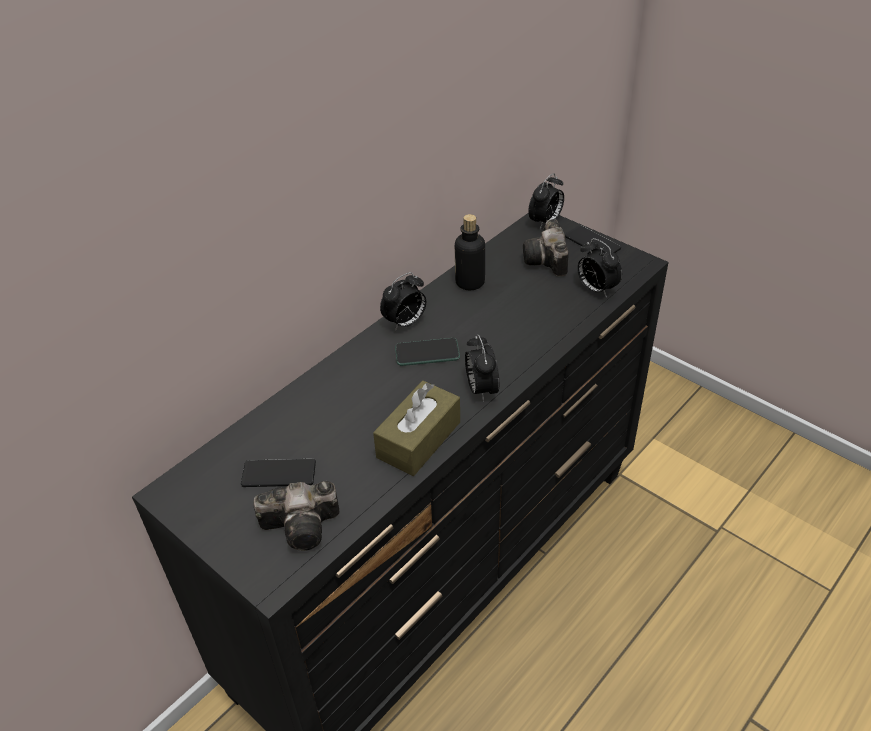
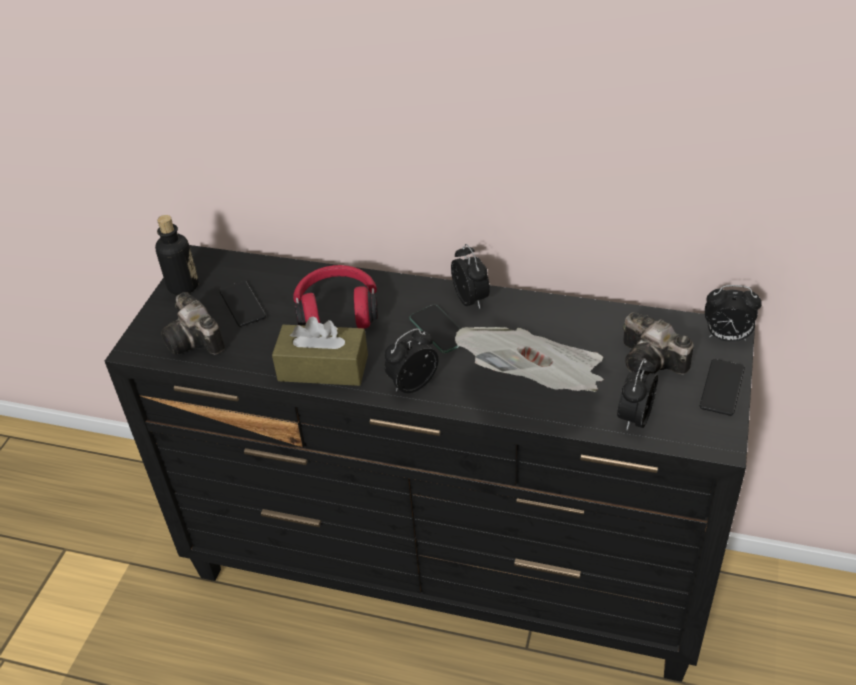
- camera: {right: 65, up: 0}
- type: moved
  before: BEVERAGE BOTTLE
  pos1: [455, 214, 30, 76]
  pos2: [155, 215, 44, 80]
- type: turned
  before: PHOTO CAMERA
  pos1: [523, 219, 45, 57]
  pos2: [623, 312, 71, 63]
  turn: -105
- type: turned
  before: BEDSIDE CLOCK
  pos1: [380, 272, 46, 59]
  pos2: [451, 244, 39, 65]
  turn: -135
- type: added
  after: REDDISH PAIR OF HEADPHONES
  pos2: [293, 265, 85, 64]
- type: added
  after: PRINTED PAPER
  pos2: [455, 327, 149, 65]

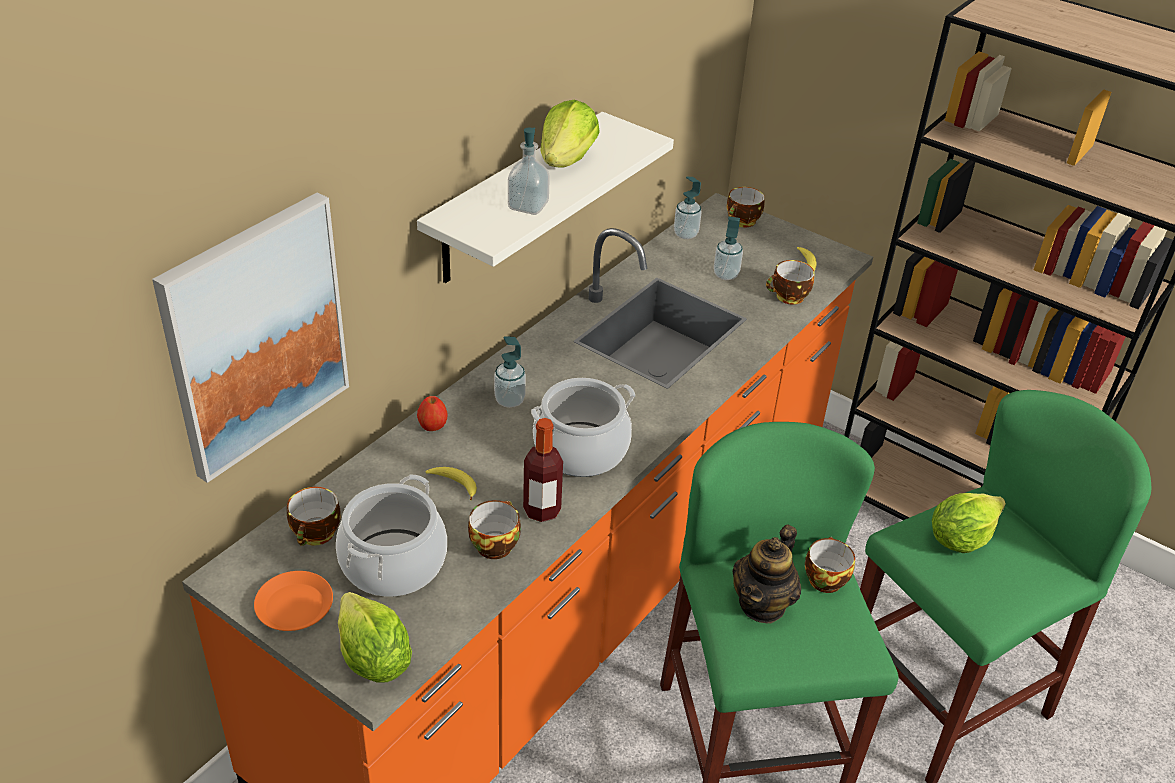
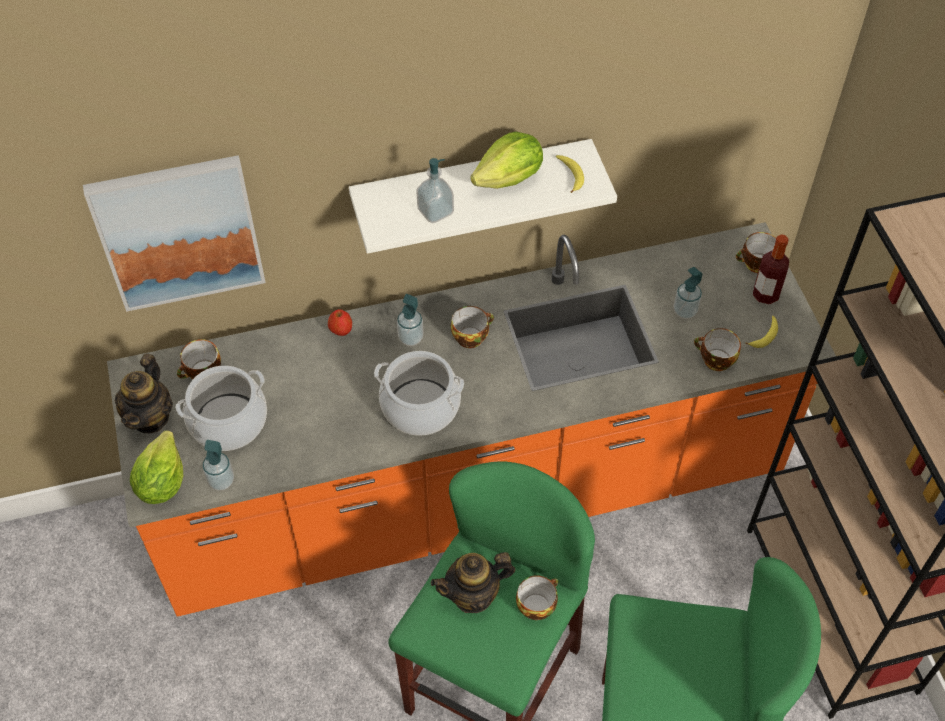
- camera: {right: 40, up: 15}
- type: moved
  before: SOAP BOTTLE
  pos1: [674, 177, 28, 62]
  pos2: [202, 440, 32, 51]
- type: moved
  before: BEVERAGE BOTTLE
  pos1: [523, 418, 40, 104]
  pos2: [753, 234, 36, 70]
- type: moved
  before: BANANA FRUIT
  pos1: [426, 467, 51, 33]
  pos2: [556, 155, 28, 38]
- type: removed
  before: LETTUCE
  pos1: [932, 493, 74, 60]
- type: moved
  before: CUP
  pos1: [468, 500, 53, 59]
  pos2: [451, 306, 43, 42]
- type: replaced
  before: ORANGE PLATE
  after: POT FOR TEA
  pos1: [254, 571, 79, 60]
  pos2: [115, 354, 58, 79]

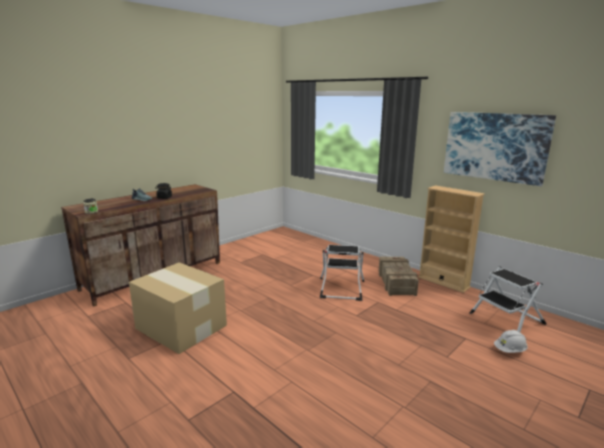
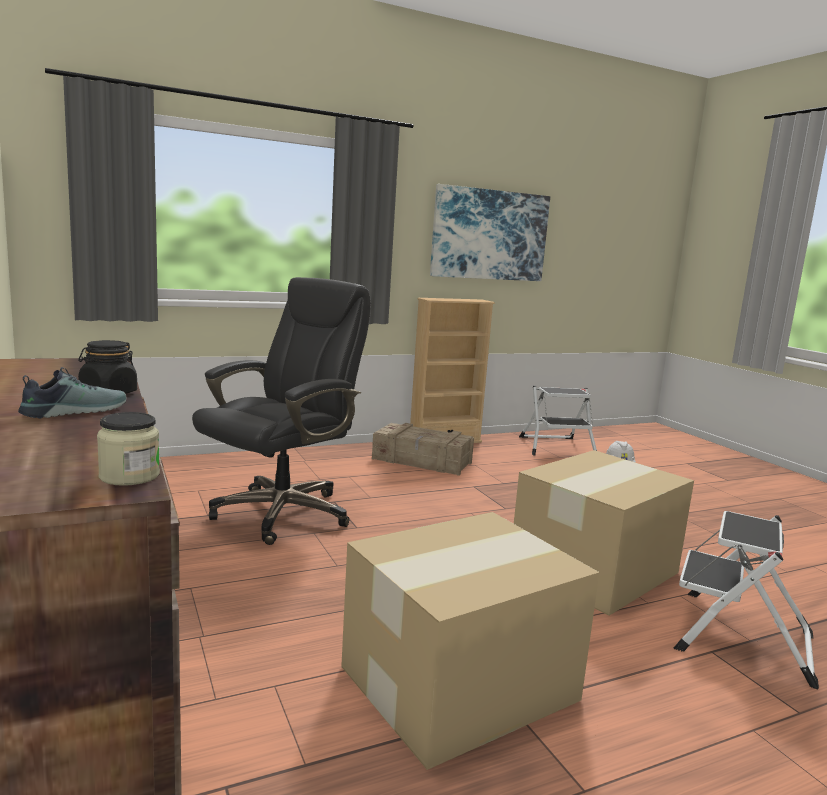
- camera: {right: -70, up: -5}
- type: moved
  before: STEP STOOL
  pos1: [320, 245, 44, 56]
  pos2: [674, 511, 145, 178]
- type: added
  after: BLACK-COLOURED OFFICE CHAIR
  pos2: [192, 277, 179, 268]
- type: added
  after: CARTON
  pos2: [514, 450, 180, 166]

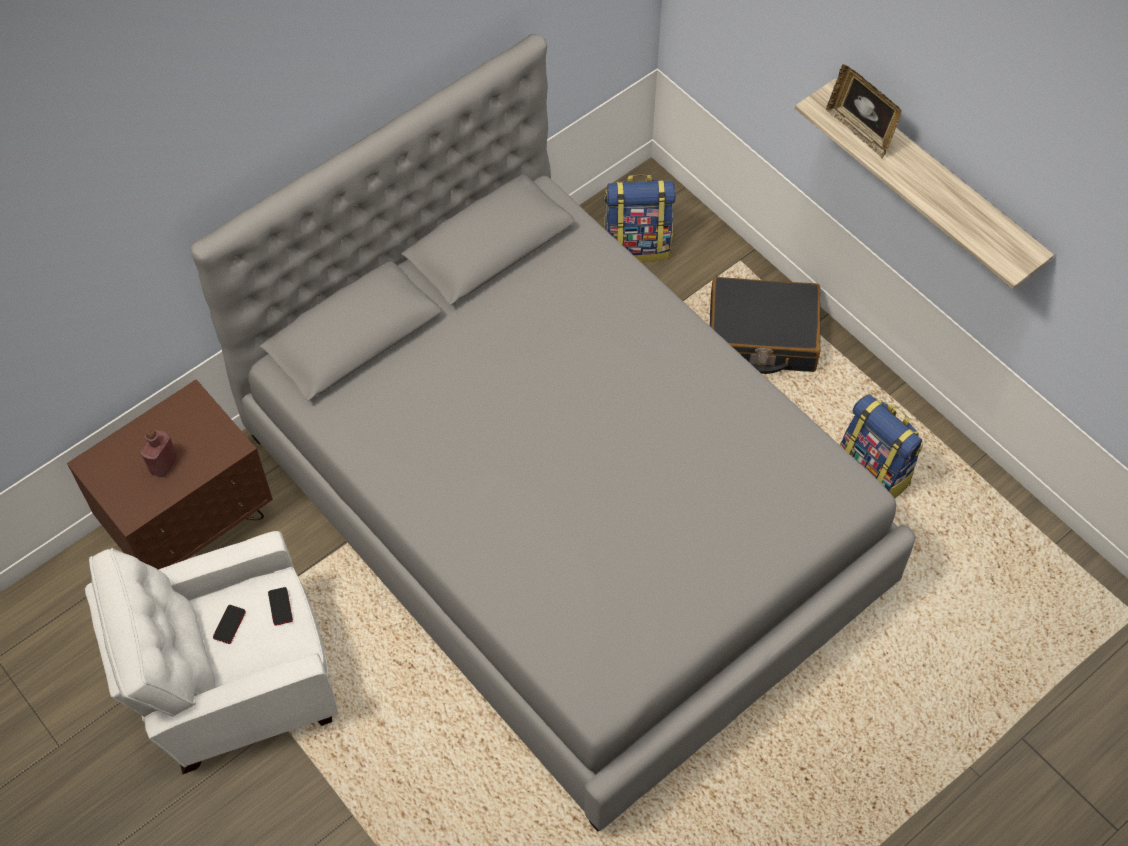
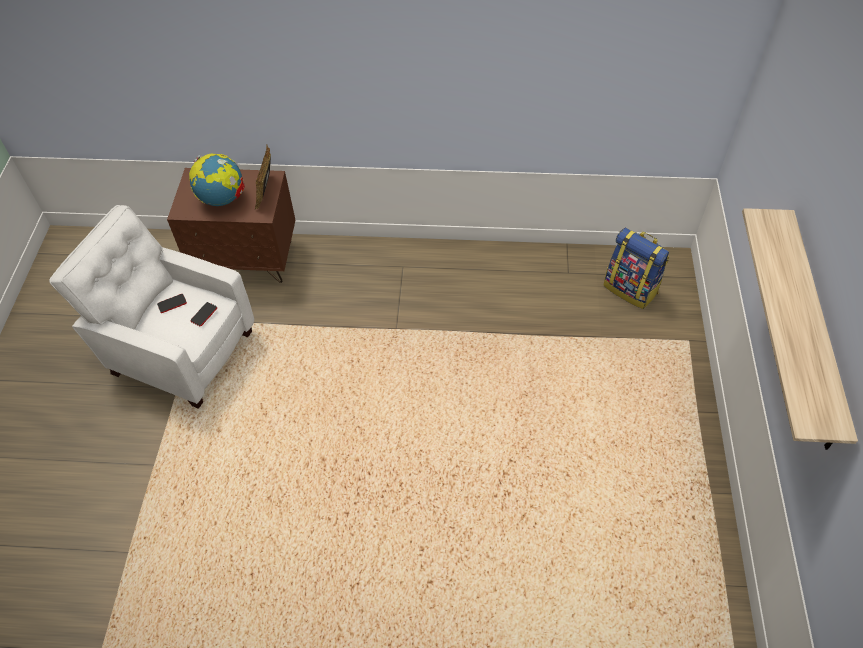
- camera: {right: 45, up: -5}
- type: removed
  before: GREY SLEEPING BED
  pos1: [190, 34, 726, 798]
- type: moved
  before: PHOTO FRAME
  pos1: [826, 64, 75, 94]
  pos2: [254, 144, 17, 66]
- type: removed
  before: BLACK-COLOURED SUITCASE
  pos1: [710, 277, 110, 97]
- type: removed
  before: BACKPACK
  pos1: [840, 394, 83, 104]
- type: replaced
  before: REDDISH BEVERAGE BOTTLE
  after: DESK GLOBE
  pos1: [140, 429, 38, 48]
  pos2: [189, 154, 56, 52]

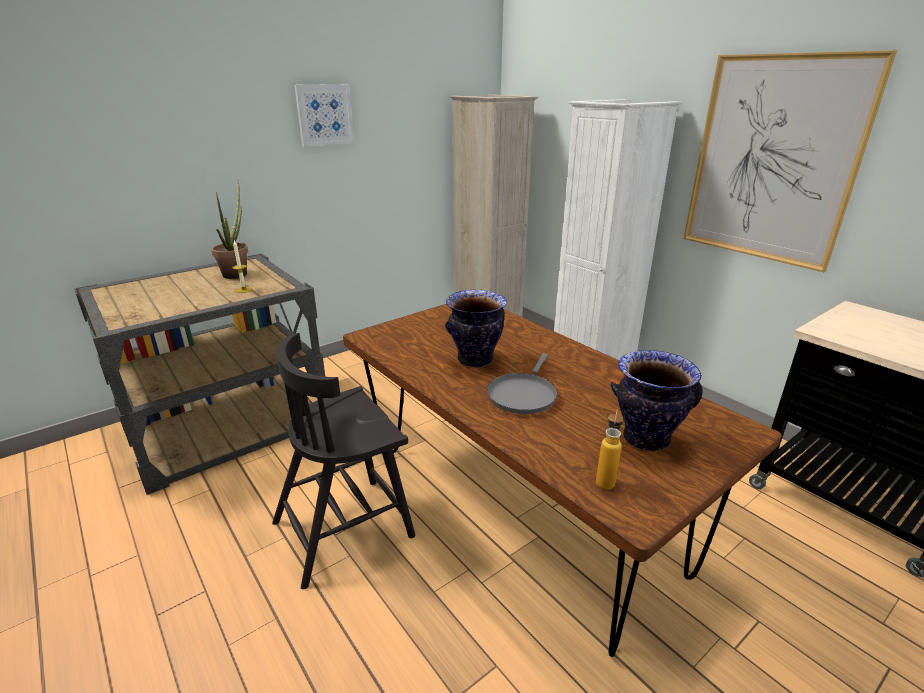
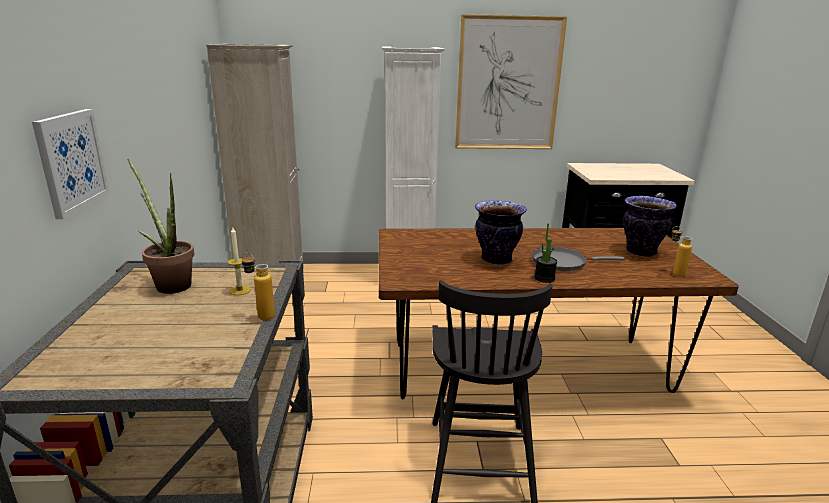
- camera: {right: -55, up: -5}
- type: moved
  before: WALL ART
  pos1: [294, 84, 60, 63]
  pos2: [32, 109, 77, 110]
- type: turned
  before: GREY PAN
  pos1: [487, 354, 71, 60]
  pos2: [532, 247, 93, 24]
  turn: 120
- type: added
  after: PLANT IN A POT
  pos2: [534, 223, 23, 60]
- type: added
  after: BEVERAGE BOTTLE
  pos2: [242, 252, 33, 68]

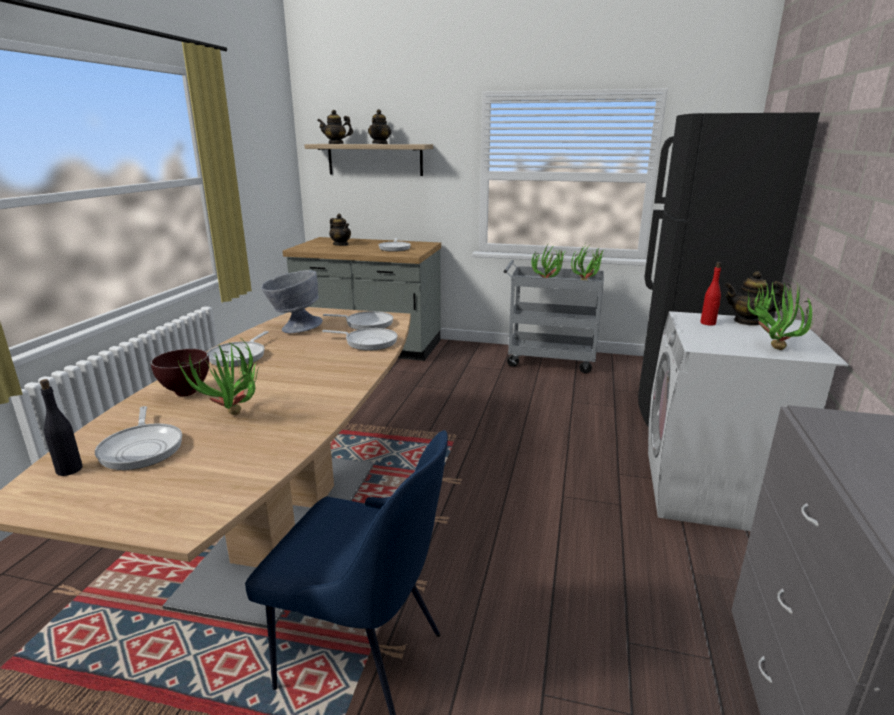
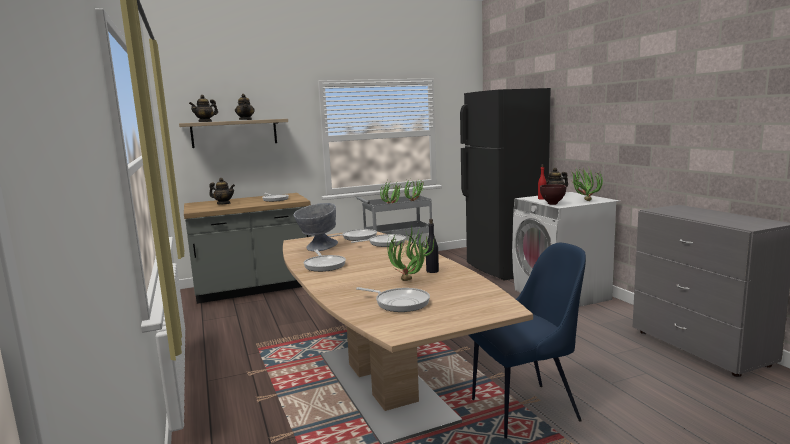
- camera: {right: -35, up: -10}
- type: moved
  before: BROWN BOWL
  pos1: [150, 349, 59, 47]
  pos2: [540, 184, 26, 21]
- type: moved
  before: BLACK-COLOURED BEVERAGE BOTTLE
  pos1: [40, 379, 43, 97]
  pos2: [425, 219, 14, 54]

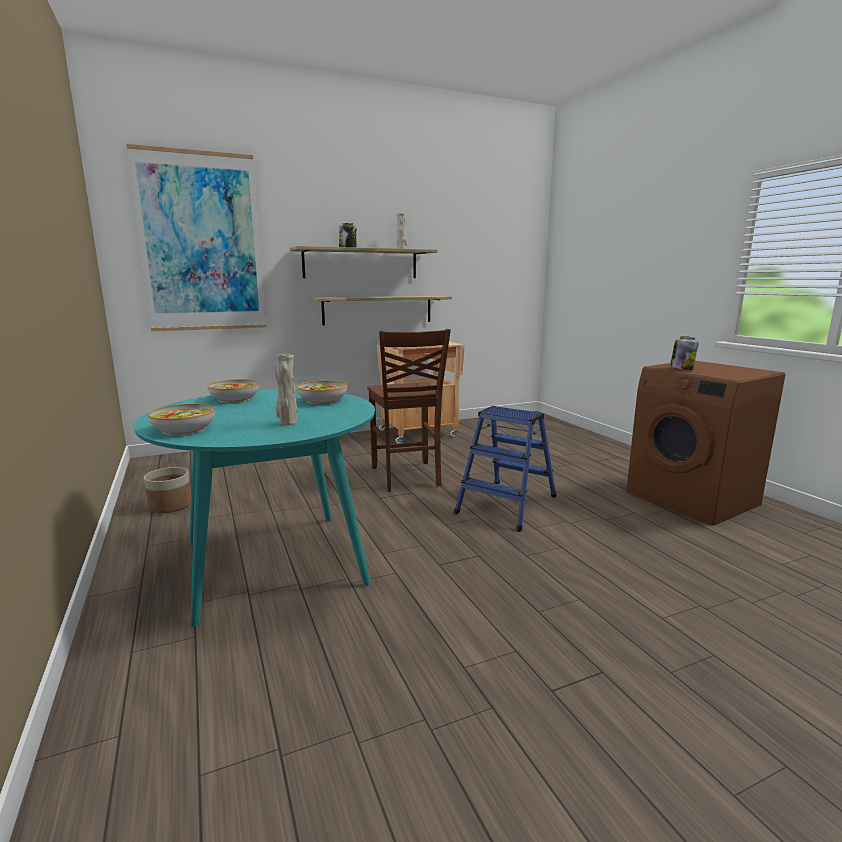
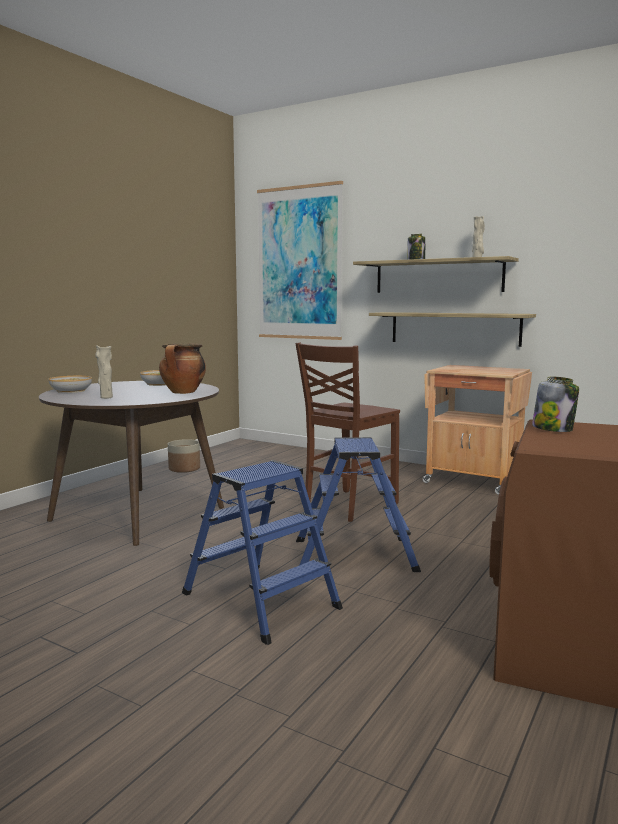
- camera: {right: 55, up: -5}
- type: replaced
  before: BOWL
  after: STOCKPOT
  pos1: [297, 381, 50, 23]
  pos2: [159, 344, 47, 50]
- type: recoloured
  before: TURQUOISE DINING TABLE
  after: BROWN DINING TABLE
  pos1: [133, 389, 242, 238]
  pos2: [39, 381, 185, 165]
- type: added
  after: BLUE-COLOURED STEP STOOL
  pos2: [182, 460, 161, 185]

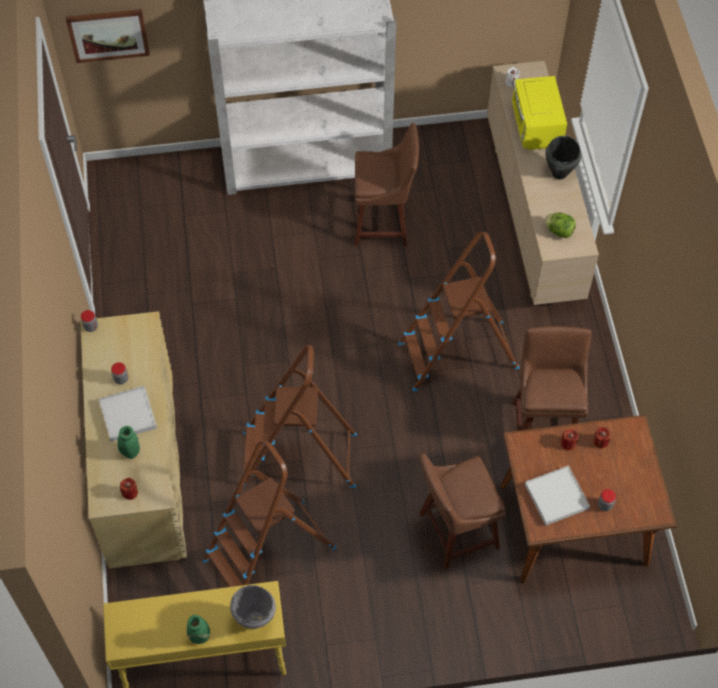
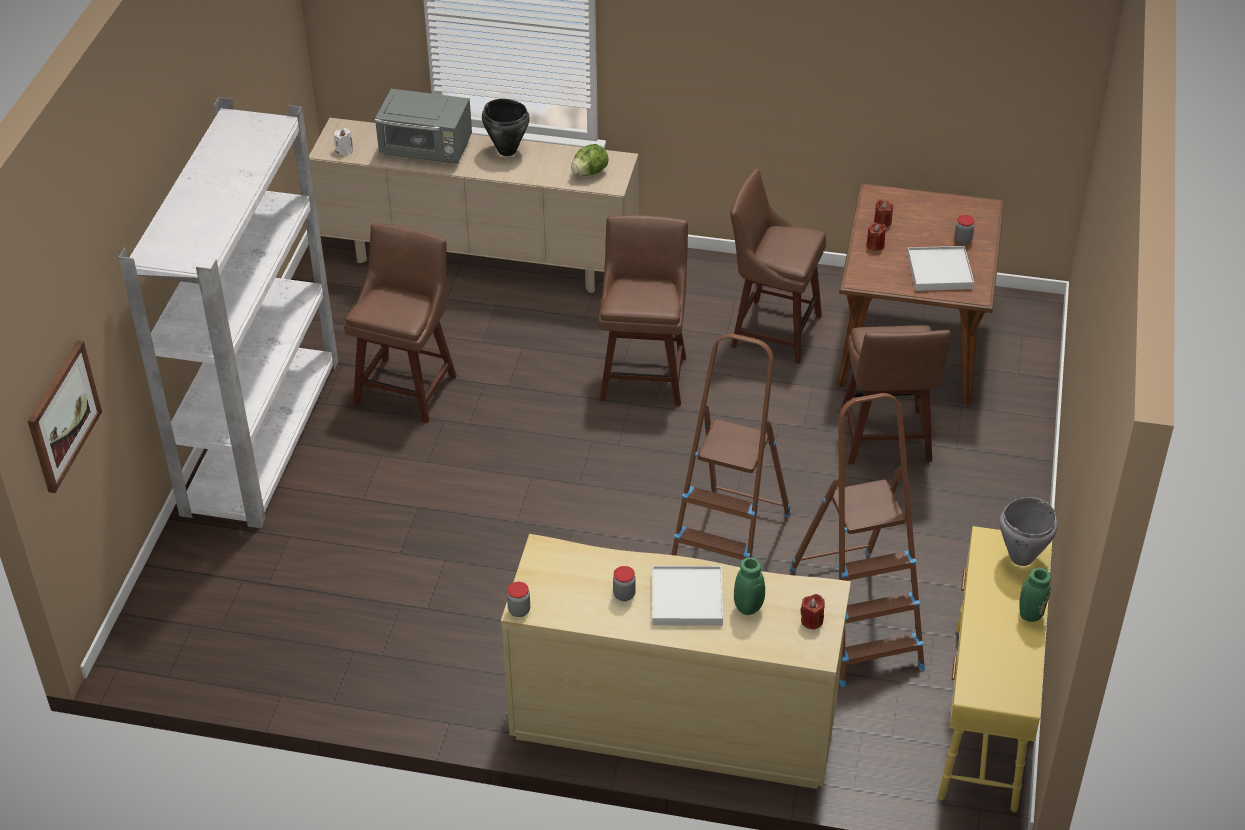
- camera: {right: -70, up: -15}
- type: recoloured
  before: YELLOW-COLOURED MICROWAVE
  after: GREY MICROWAVE
  pos1: [512, 76, 55, 74]
  pos2: [375, 89, 97, 75]
- type: replaced
  before: BROWN STEP STOOL
  after: BROWN PLAIN CHAIR
  pos1: [398, 232, 121, 159]
  pos2: [599, 215, 89, 191]

